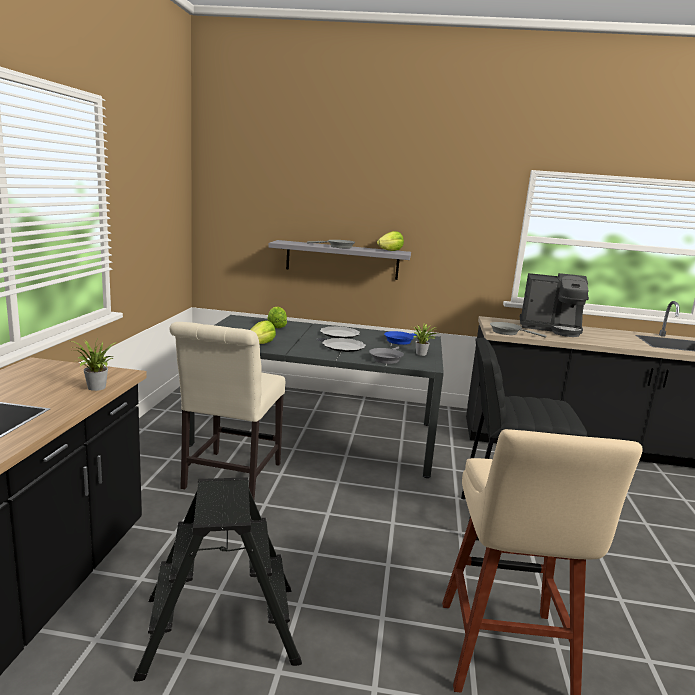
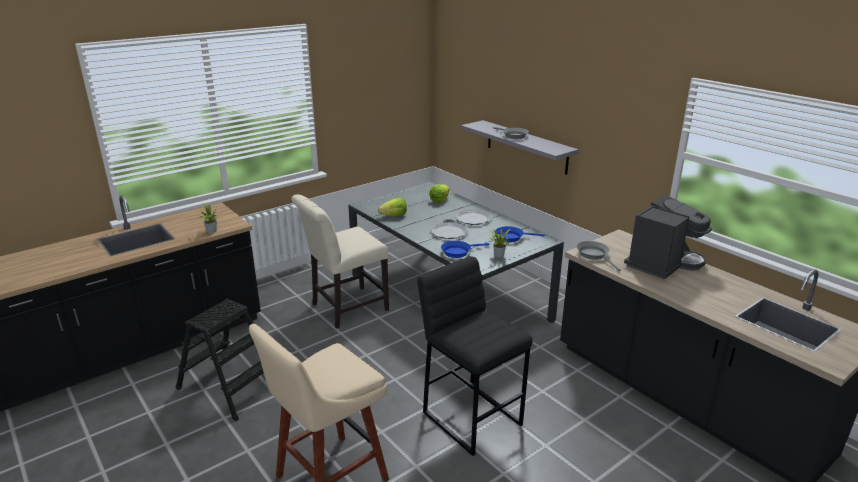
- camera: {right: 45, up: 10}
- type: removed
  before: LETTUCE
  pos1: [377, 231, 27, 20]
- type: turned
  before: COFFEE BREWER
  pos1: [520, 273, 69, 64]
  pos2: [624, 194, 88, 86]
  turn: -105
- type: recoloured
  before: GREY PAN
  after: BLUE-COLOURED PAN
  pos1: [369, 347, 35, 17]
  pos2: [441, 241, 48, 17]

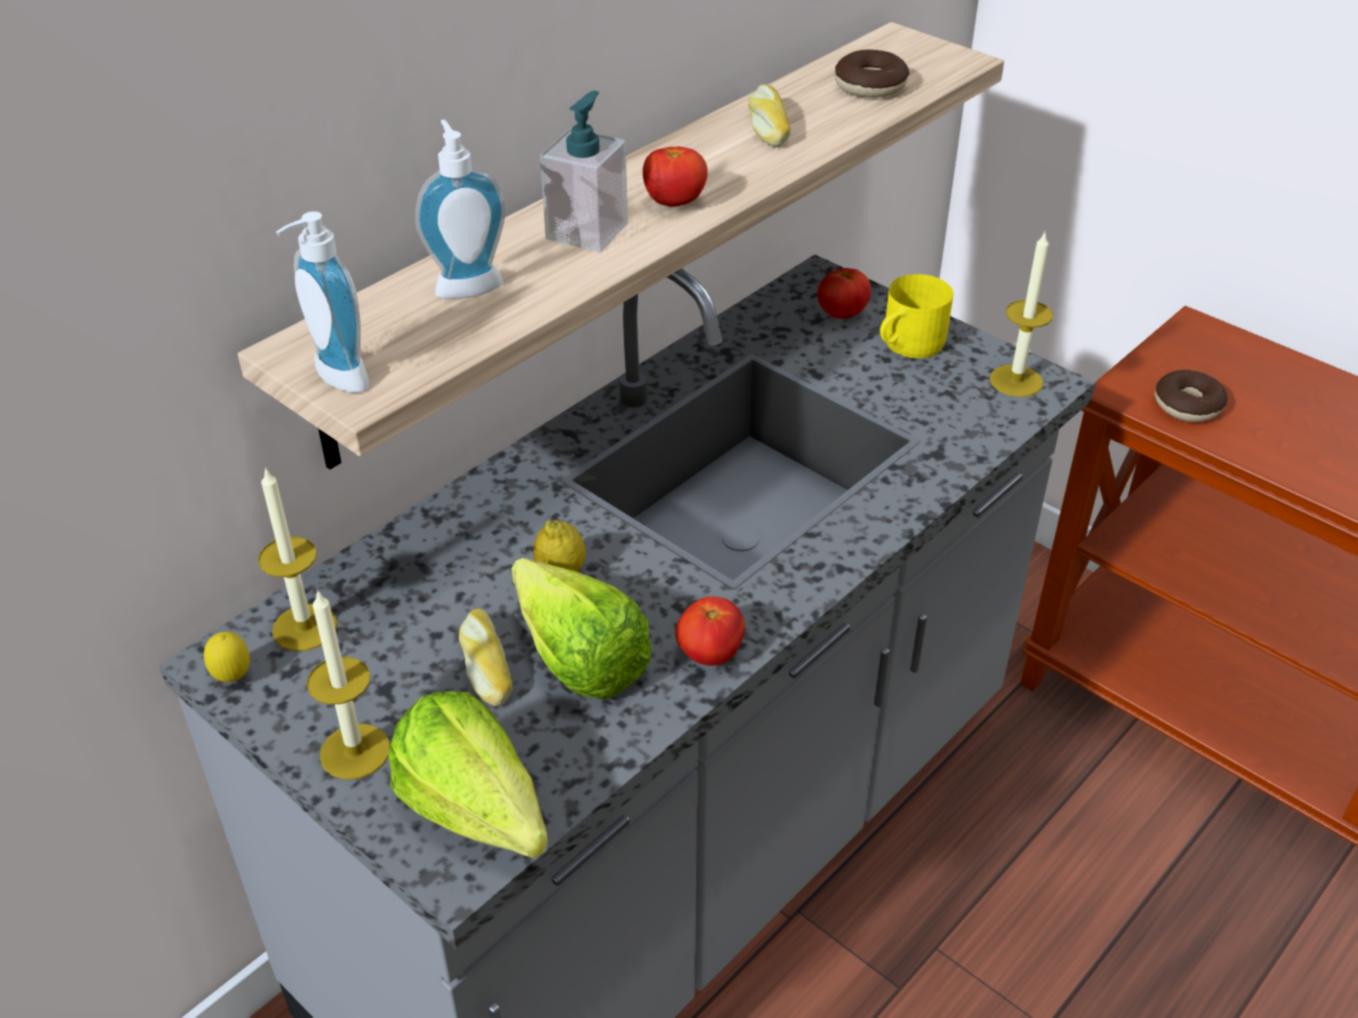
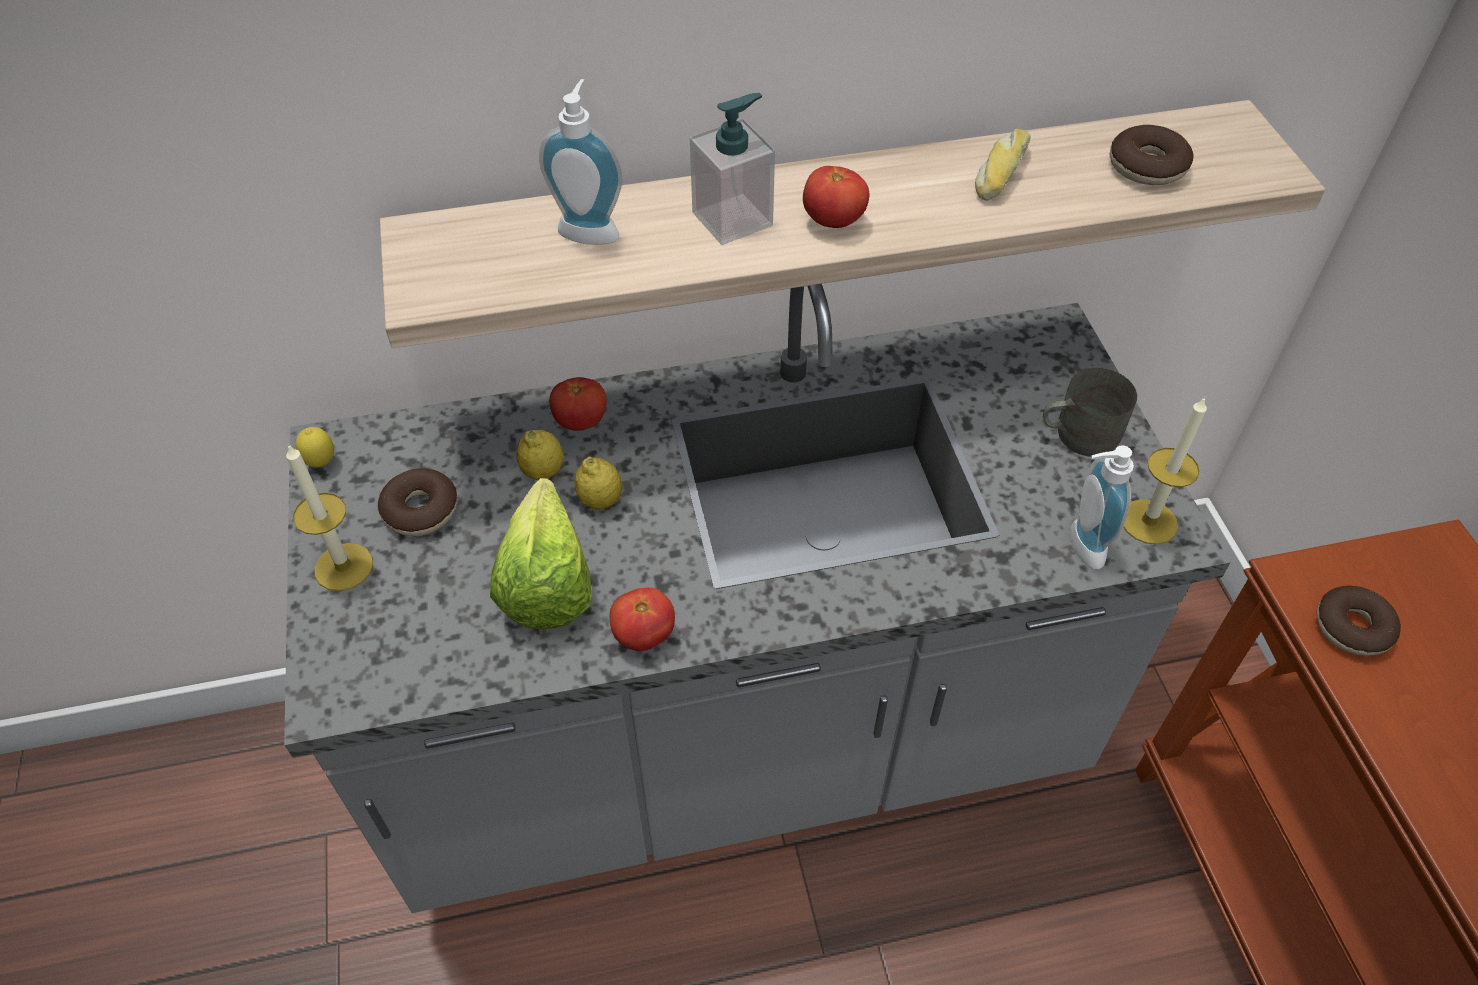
- camera: {right: 35, up: 10}
- type: moved
  before: SOAP BOTTLE
  pos1: [276, 211, 93, 182]
  pos2: [1070, 445, 64, 124]
- type: moved
  before: WHOLE TOMATO
  pos1: [817, 268, 54, 51]
  pos2: [549, 377, 58, 54]
- type: recoloured
  before: YELLOW-COLOURED COFFEE MUG
  after: GREY COFFEE MUG
  pos1: [880, 274, 74, 84]
  pos2: [1043, 368, 94, 89]
- type: removed
  before: CANDLE
  pos1: [258, 467, 80, 184]
- type: removed
  before: BAKERY BREAD
  pos1: [459, 609, 54, 97]
- type: removed
  before: LETTUCE
  pos1: [388, 691, 160, 167]
- type: added
  after: CITRUS FRUIT
  pos2: [517, 430, 47, 50]
- type: added
  after: DONUT
  pos2: [378, 468, 79, 68]

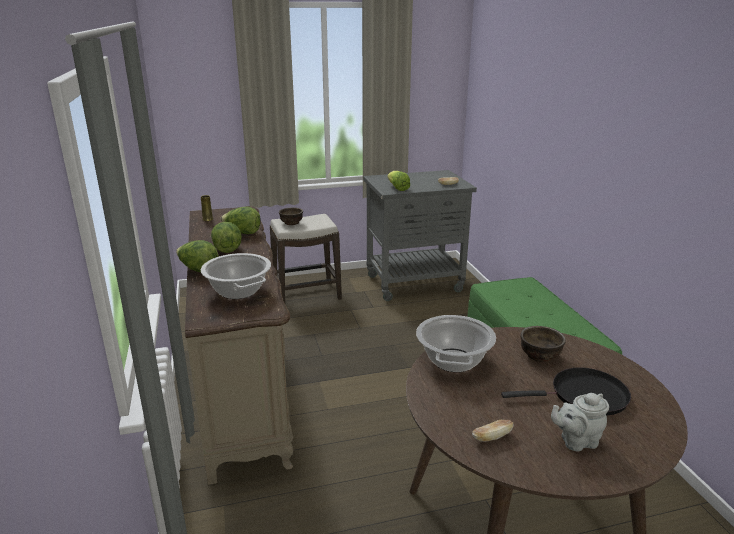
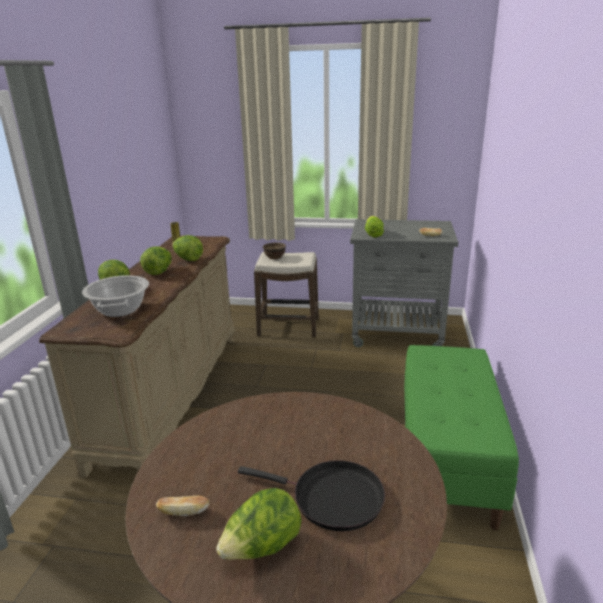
- camera: {right: 25, up: 0}
- type: removed
  before: STOCKPOT
  pos1: [416, 315, 80, 57]
- type: removed
  before: BROWN BOWL
  pos1: [520, 326, 46, 36]
- type: replaced
  before: GREY POT FOR TEA
  after: LETTUCE
  pos1: [551, 393, 58, 58]
  pos2: [216, 488, 85, 72]

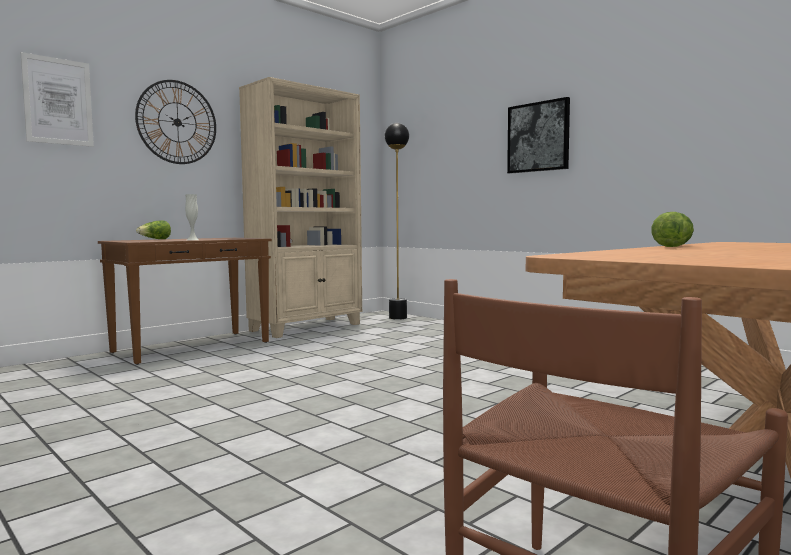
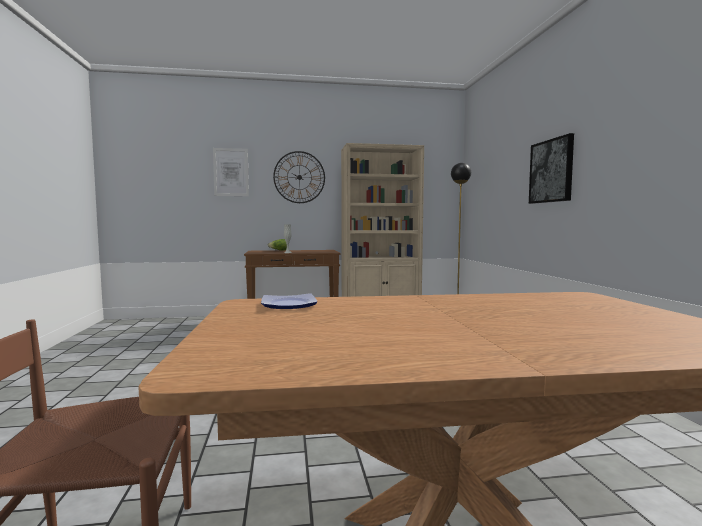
- camera: {right: 35, up: 0}
- type: removed
  before: LETTUCE
  pos1: [651, 212, 43, 35]
- type: added
  after: PLATE
  pos2: [261, 293, 56, 16]

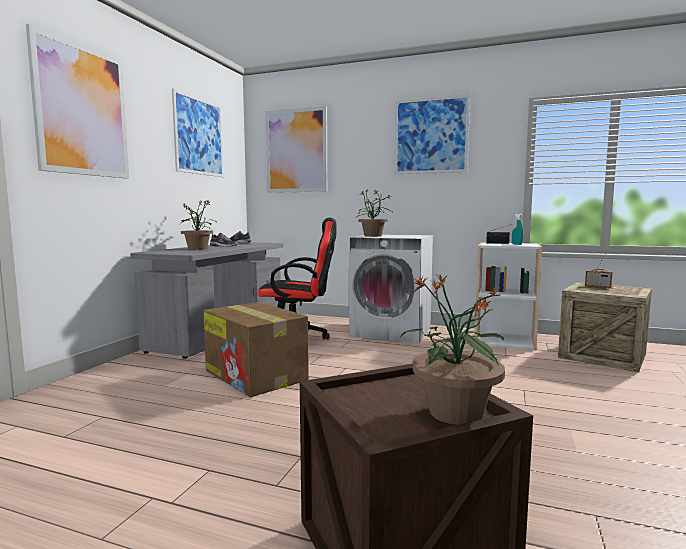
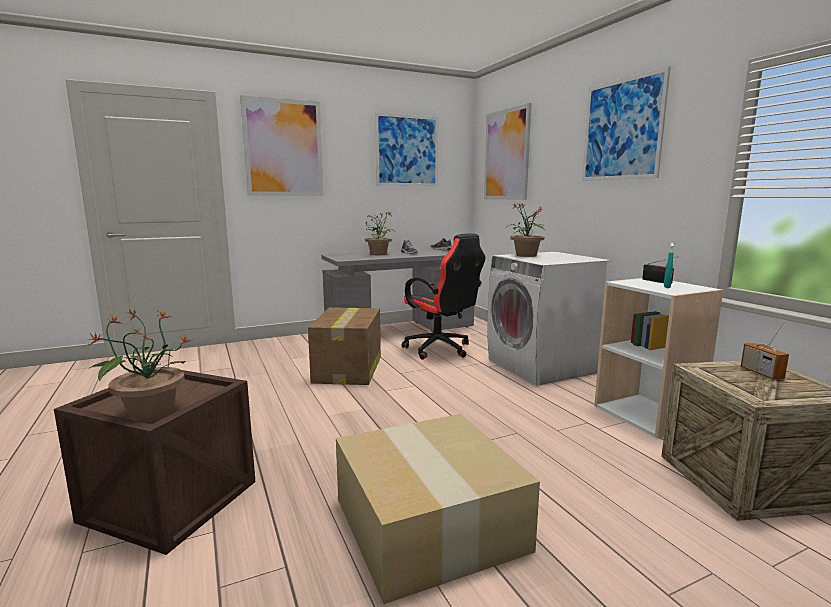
- camera: {right: 45, up: 5}
- type: added
  after: CARTON
  pos2: [336, 414, 204, 190]

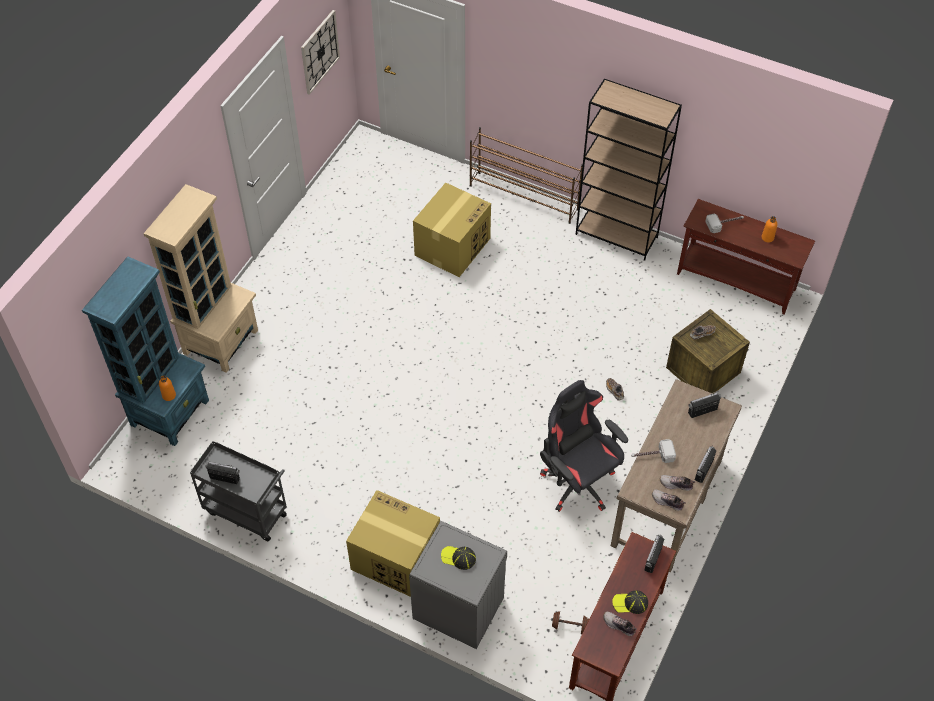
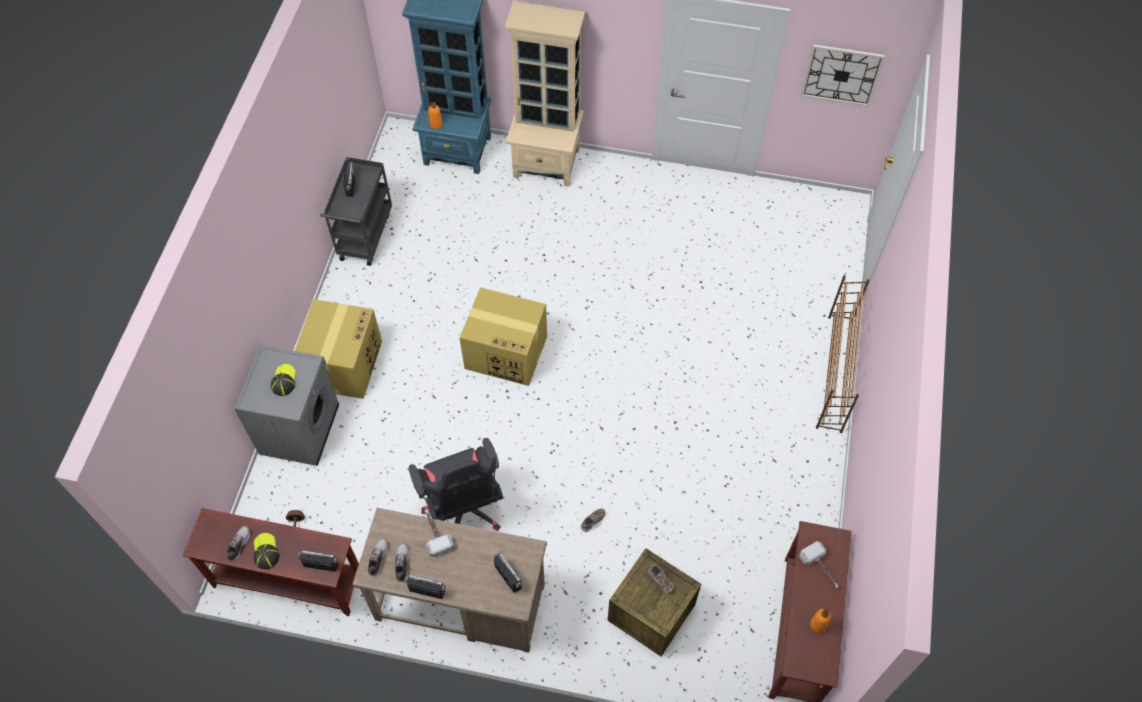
- camera: {right: 75, up: 5}
- type: removed
  before: SAND-COLOURED BOOKCASE
  pos1: [576, 79, 106, 182]
- type: moved
  before: CARTON
  pos1: [413, 183, 78, 94]
  pos2: [459, 287, 88, 99]
- type: turned
  before: BLACK-COLOURED OFFICE CHAIR
  pos1: [540, 380, 88, 132]
  pos2: [409, 438, 94, 93]
  turn: 120

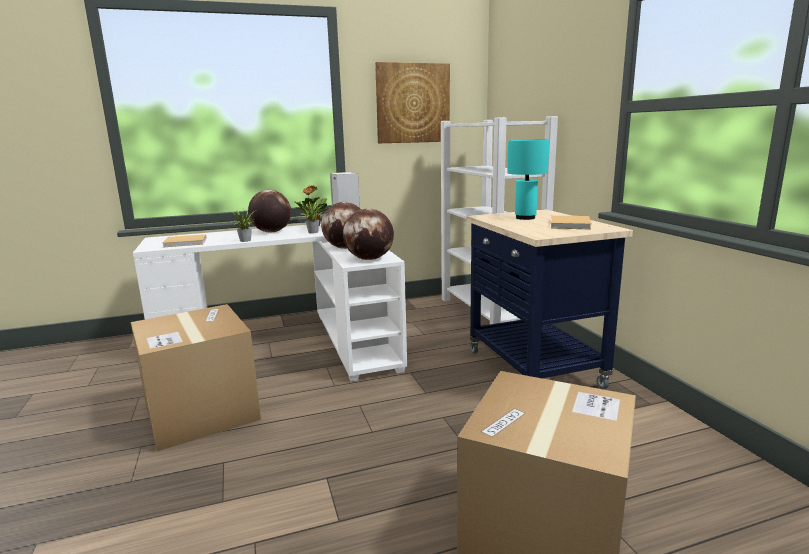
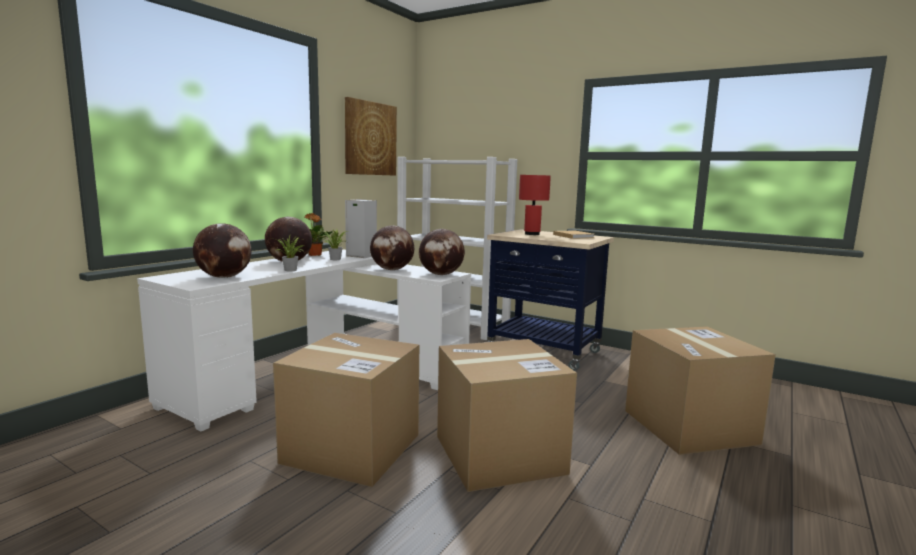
- camera: {right: -40, up: -5}
- type: recoloured
  before: TURQUOISE TABLE LAMP
  after: REDDISH TABLE LAMP
  pos1: [507, 140, 42, 80]
  pos2: [519, 175, 32, 60]
- type: replaced
  before: SAND-COLOURED VOLUME
  after: DESK GLOBE
  pos1: [162, 234, 45, 13]
  pos2: [193, 223, 59, 55]
- type: added
  after: CARTON
  pos2: [437, 339, 140, 153]

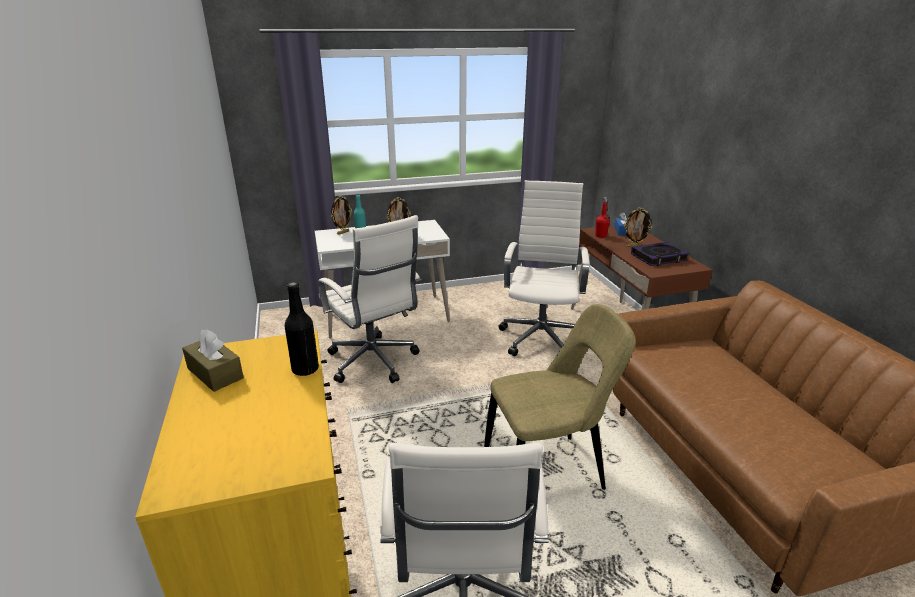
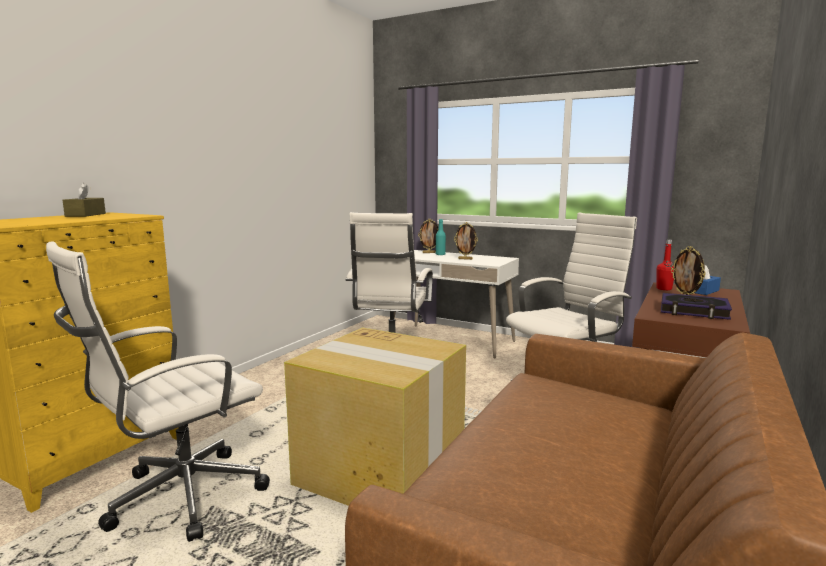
- camera: {right: 45, up: -15}
- type: removed
  before: BLACK-COLOURED BEVERAGE BOTTLE
  pos1: [285, 282, 34, 94]
- type: replaced
  before: SAND-COLOURED PLAIN CHAIR
  after: CARTON
  pos1: [484, 304, 152, 186]
  pos2: [284, 327, 182, 179]

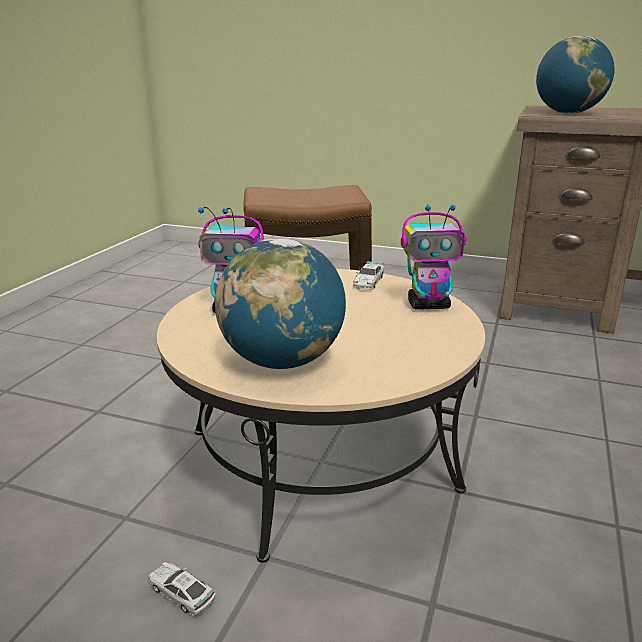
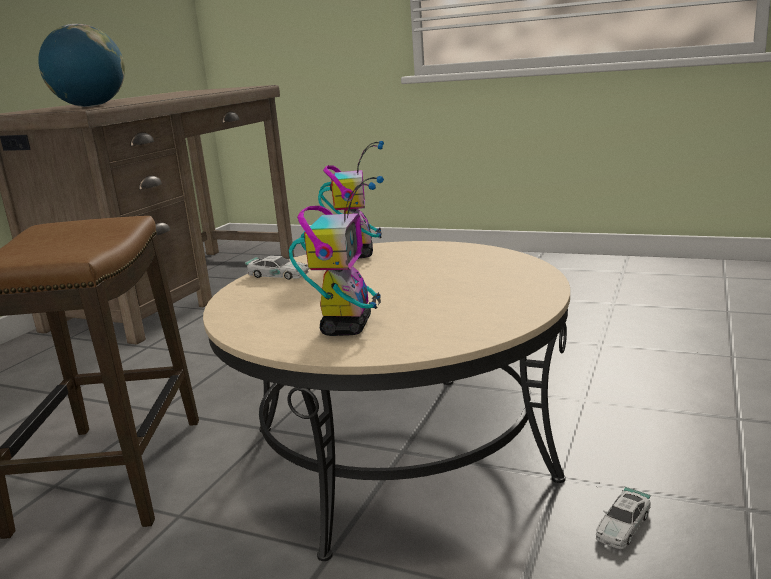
- camera: {right: -85, up: -5}
- type: removed
  before: DESK GLOBE
  pos1: [215, 238, 131, 131]

